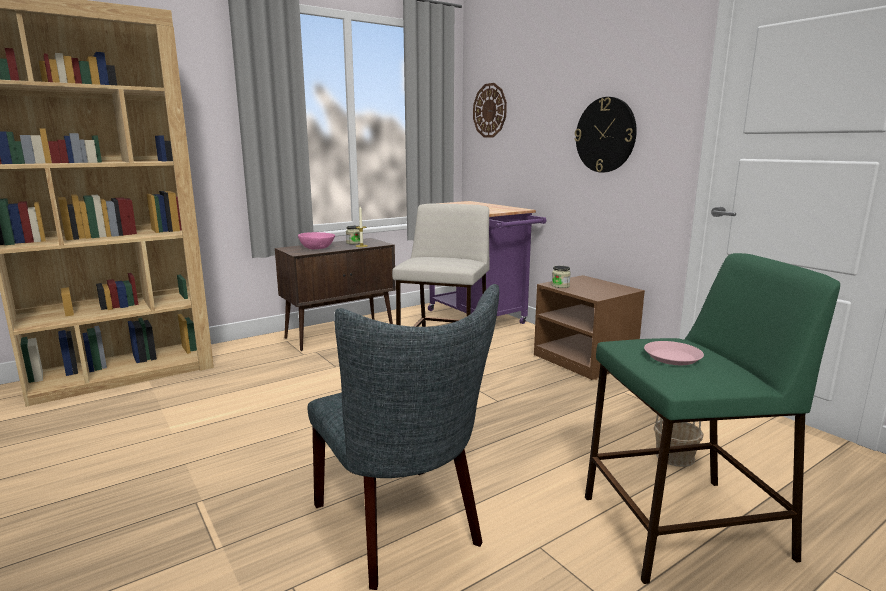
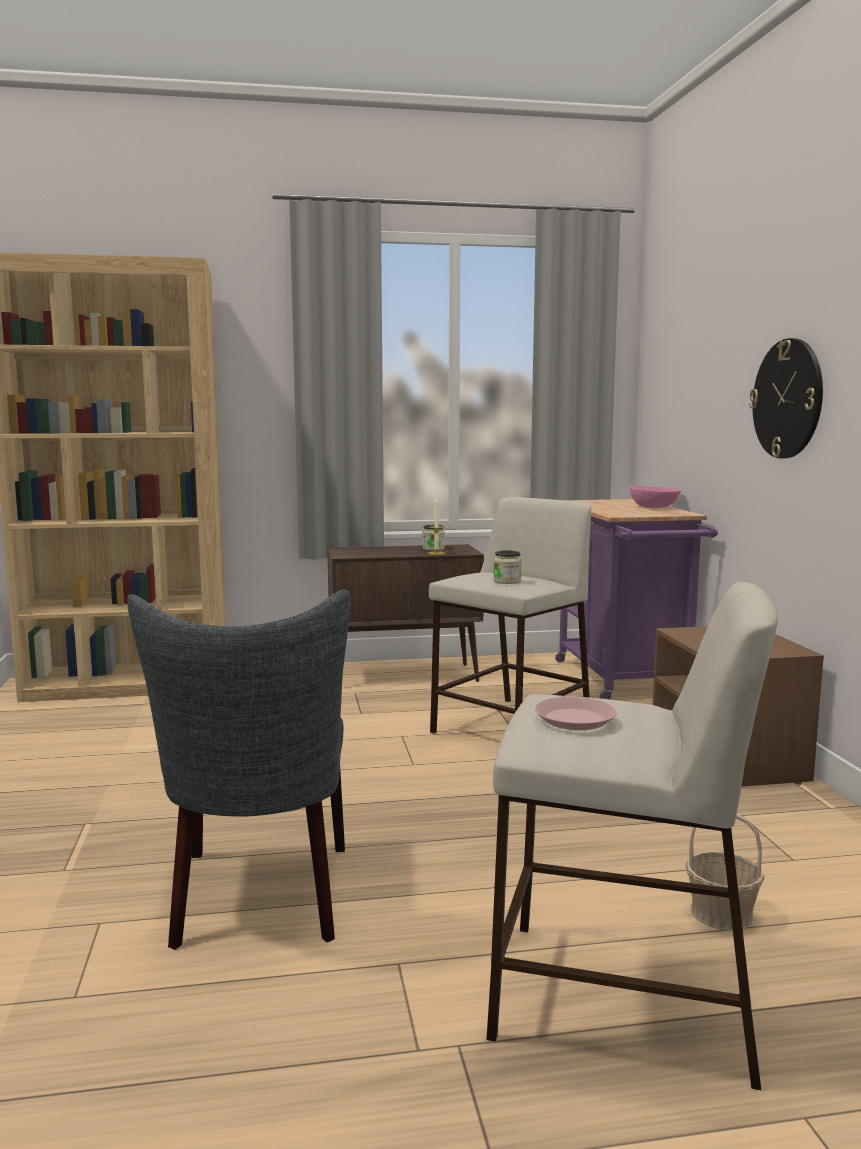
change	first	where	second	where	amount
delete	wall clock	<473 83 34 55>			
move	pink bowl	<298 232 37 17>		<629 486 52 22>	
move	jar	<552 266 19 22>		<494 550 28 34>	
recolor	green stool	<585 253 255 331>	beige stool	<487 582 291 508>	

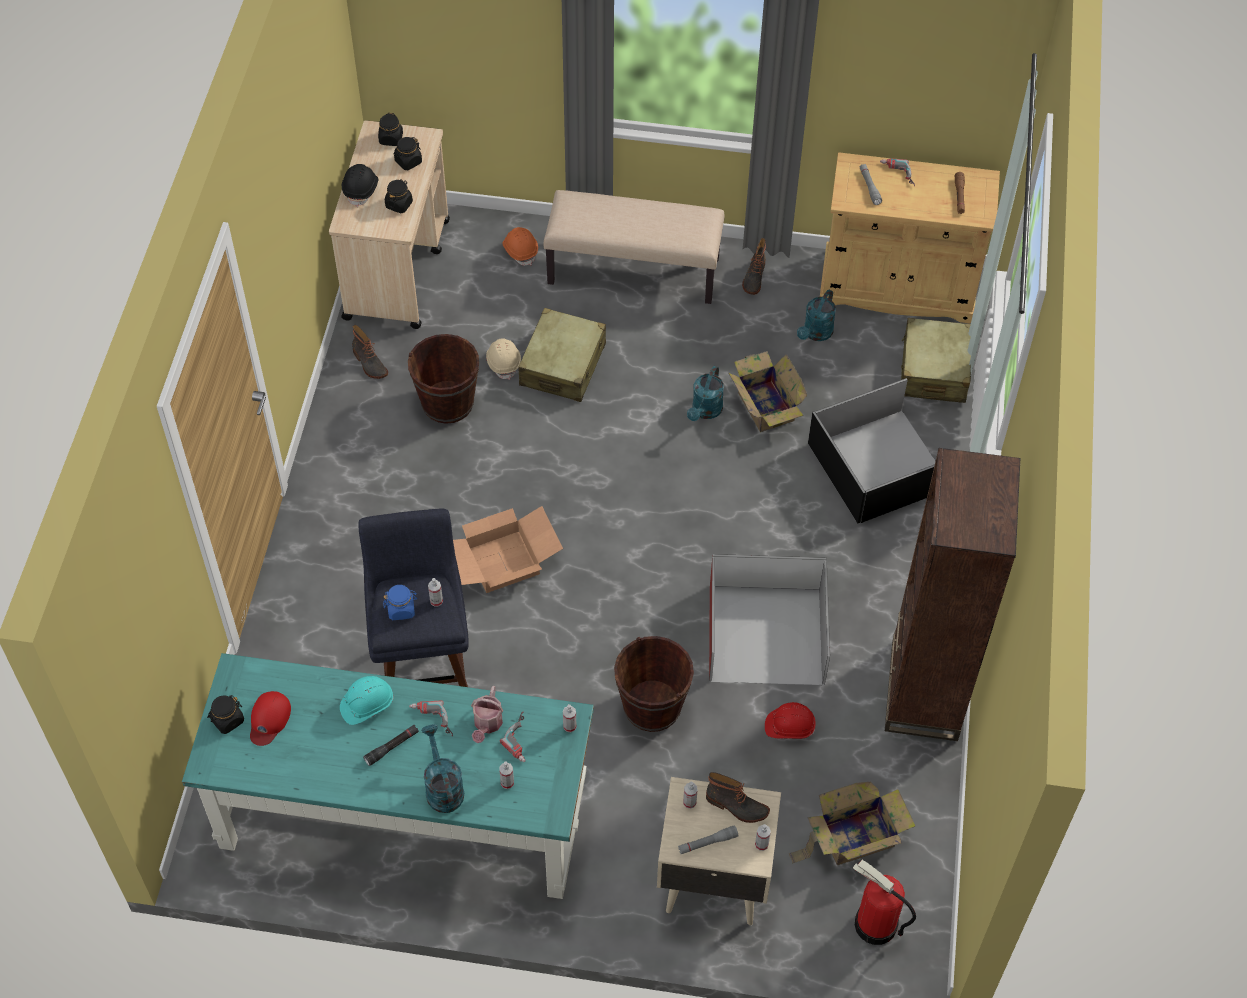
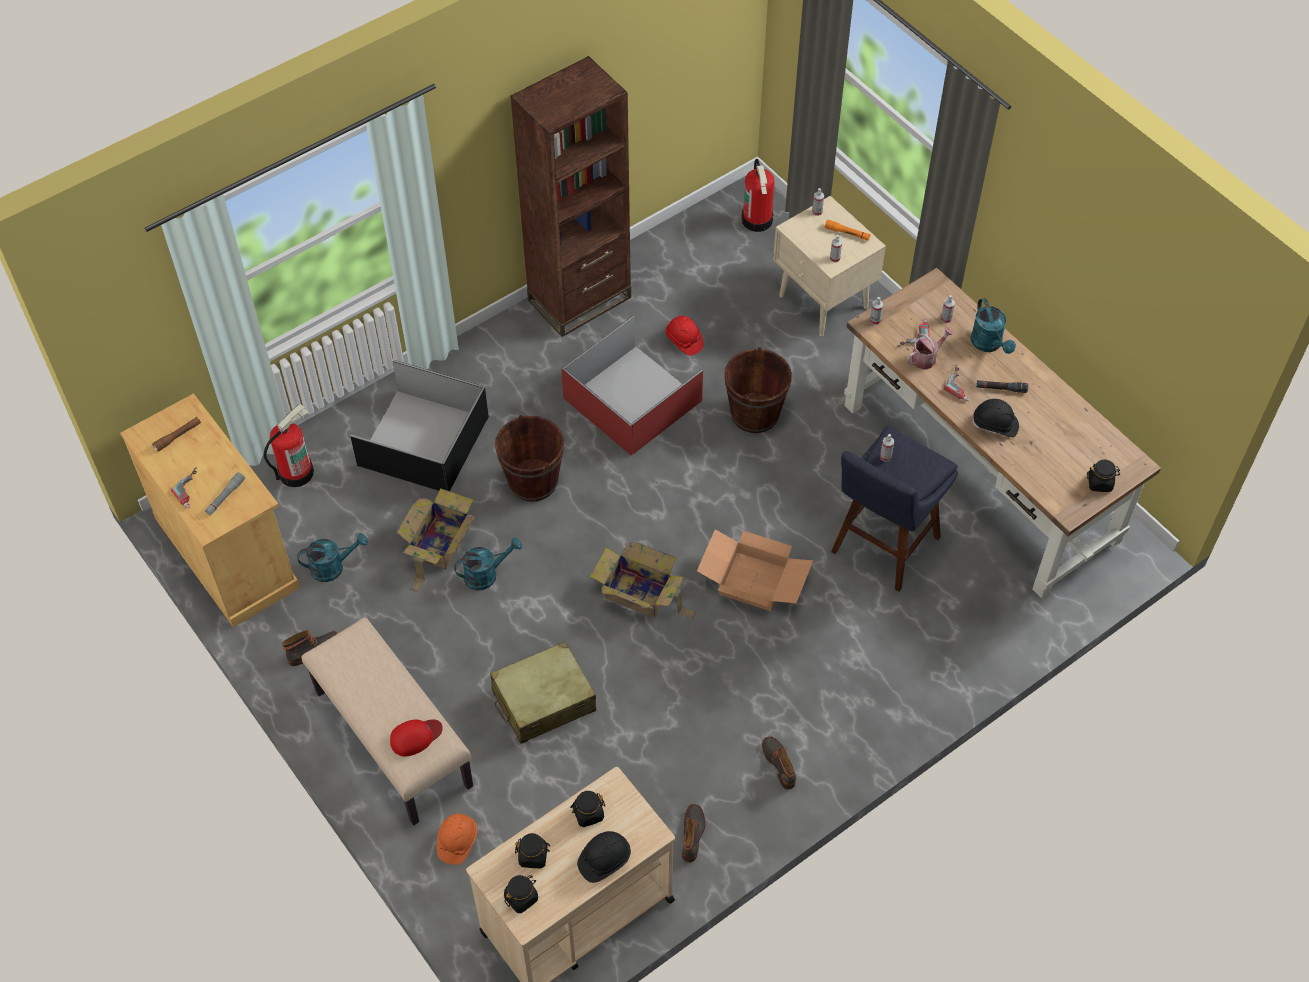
change	first	where	second	where	amount
delete	blue jar	<383 585 34 35>			
delete	beige hard hat	<486 338 35 42>			
move	red cap	<250 691 41 55>		<390 719 53 38>	
move	brown bucket	<408 334 71 90>		<495 415 69 86>	
move	boot	<706 772 64 51>		<762 736 34 53>	
move	cardboard box	<789 782 126 83>		<590 542 107 78>	
replace	beige suitcase	<901 318 70 85>	fire extinguisher	<264 404 50 83>	
recolor	turquoise desk	<182 653 412 246>	brown desk	<844 268 317 330>	
recolor	turquoise hard hat	<340 676 53 49>	black hard hat	<971 399 48 38>	
recolor	grey flashlight	<678 825 60 29>	orange flashlight	<825 219 46 22>	
rotate	turquoise watering can	<422 724 42 89>		<971 298 45 56>	45 degrees counterclockwise

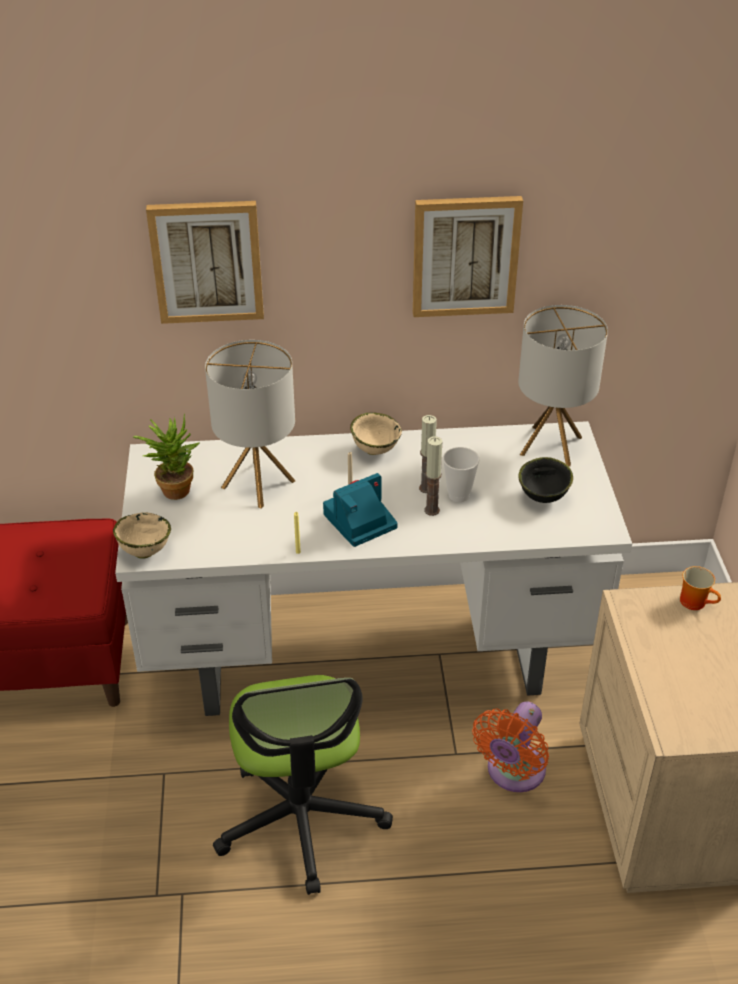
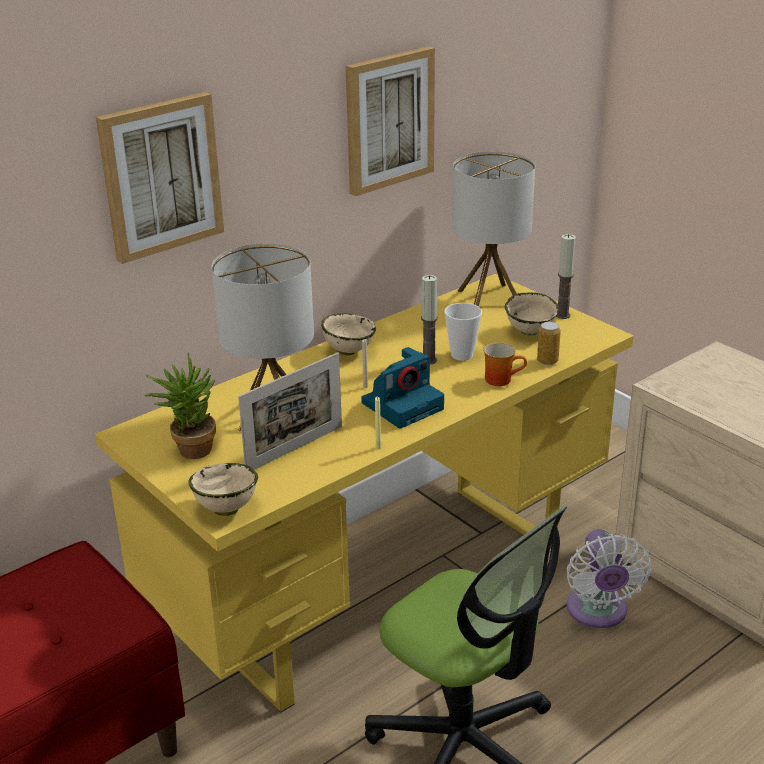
change	first	where	second	where	amount
insert			picture frame	<238 352 104 118>	
insert			can	<537 322 24 43>	
move	candle	<424 436 18 80>		<556 234 20 85>	
move	mug	<680 566 41 44>		<483 342 44 44>	
recolor	white desk	<115 421 517 295>	yellow desk	<95 274 539 438>	
recolor	orange fan	<472 702 77 90>	white fan	<567 529 84 99>	
recolor	black bowl	<519 457 54 46>	beige bowl	<505 293 54 42>	
rotate	photo camera	<323 473 75 74>		<361 347 83 82>	150 degrees counterclockwise

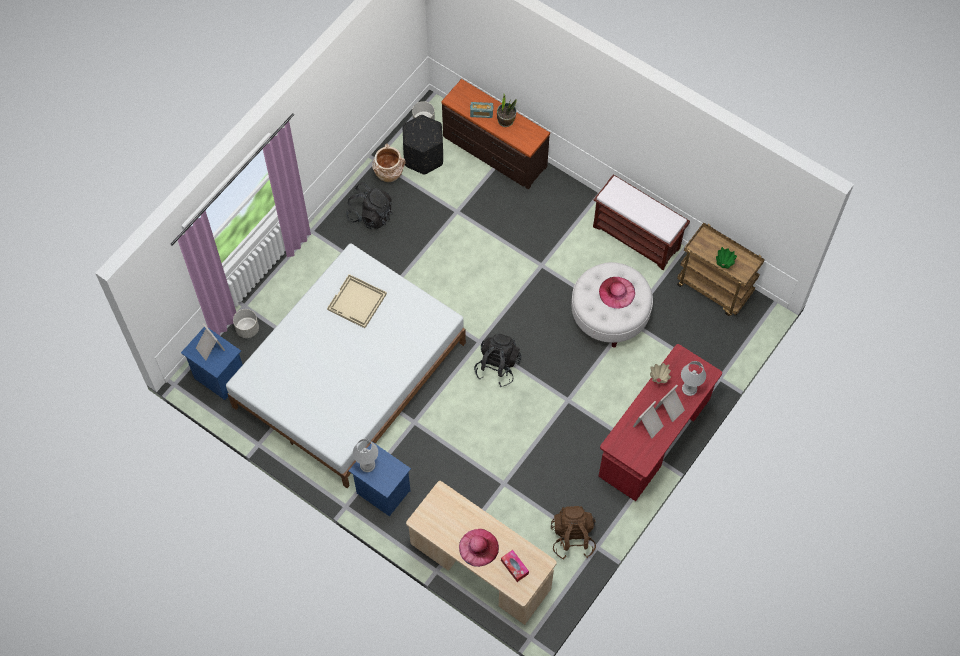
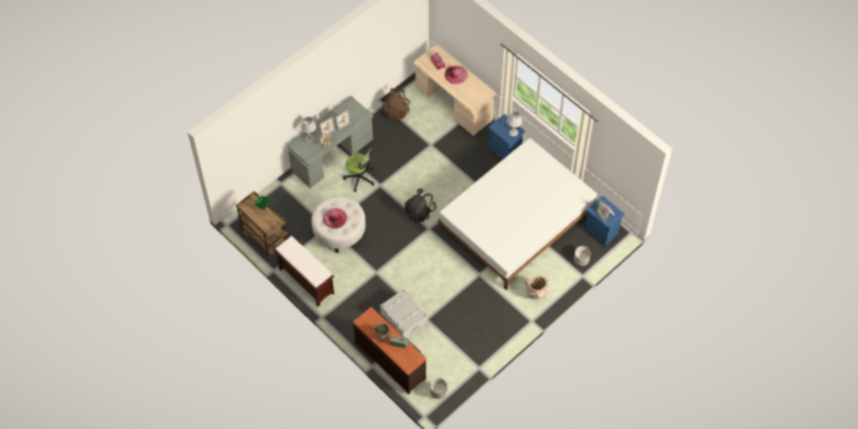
change	first	where	second	where	amount
delete	beige tray	<327 274 60 54>			
delete	black backpack	<346 182 47 47>			
delete	black ottoman	<402 115 41 60>			
insert			office chair	<343 148 32 44>	
insert			grey storage box	<380 289 47 49>	
move	beige vase	<372 144 34 38>		<525 275 24 24>	
recolor	red desk	<599 344 123 157>	grey desk	<287 96 86 92>	

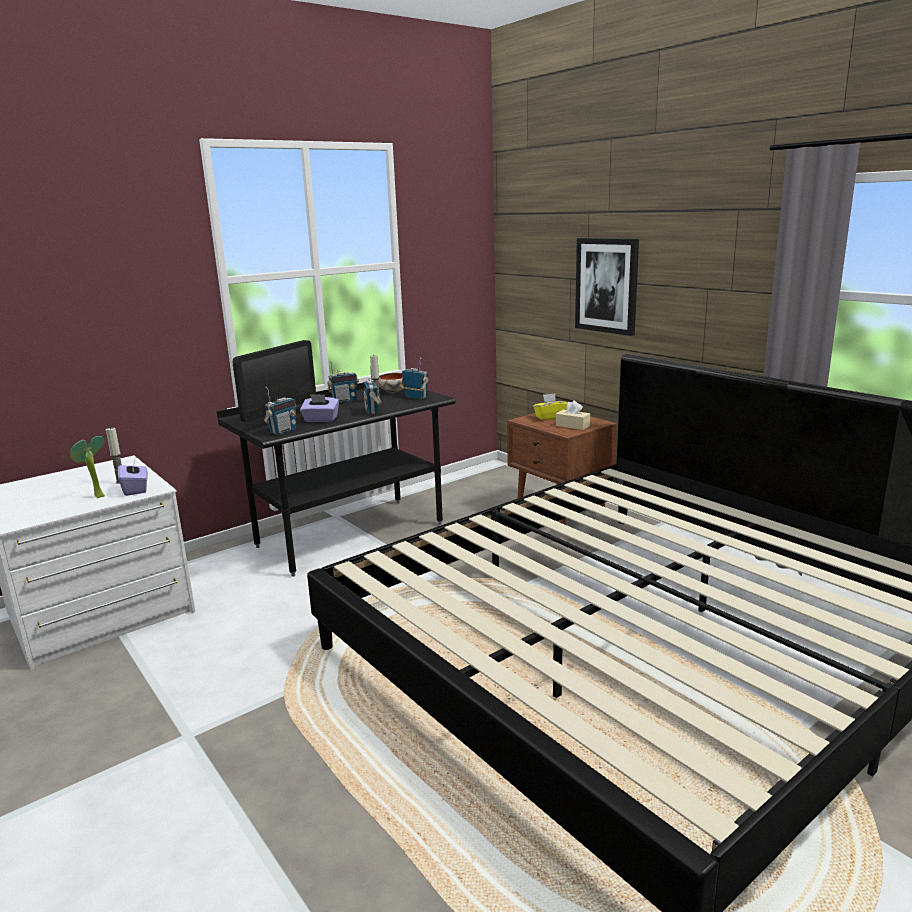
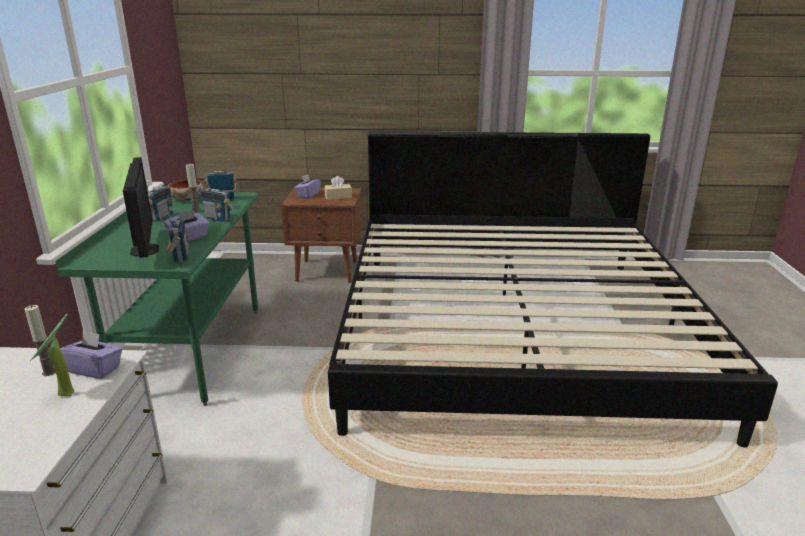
change	first	where	second	where	amount
delete	picture	<575 238 64 98>			
recolor	black desk	<217 383 239 193>	green desk	<55 185 204 221>	
recolor	yellow tissue box	<533 393 35 27>	purple tissue box	<294 174 27 24>	

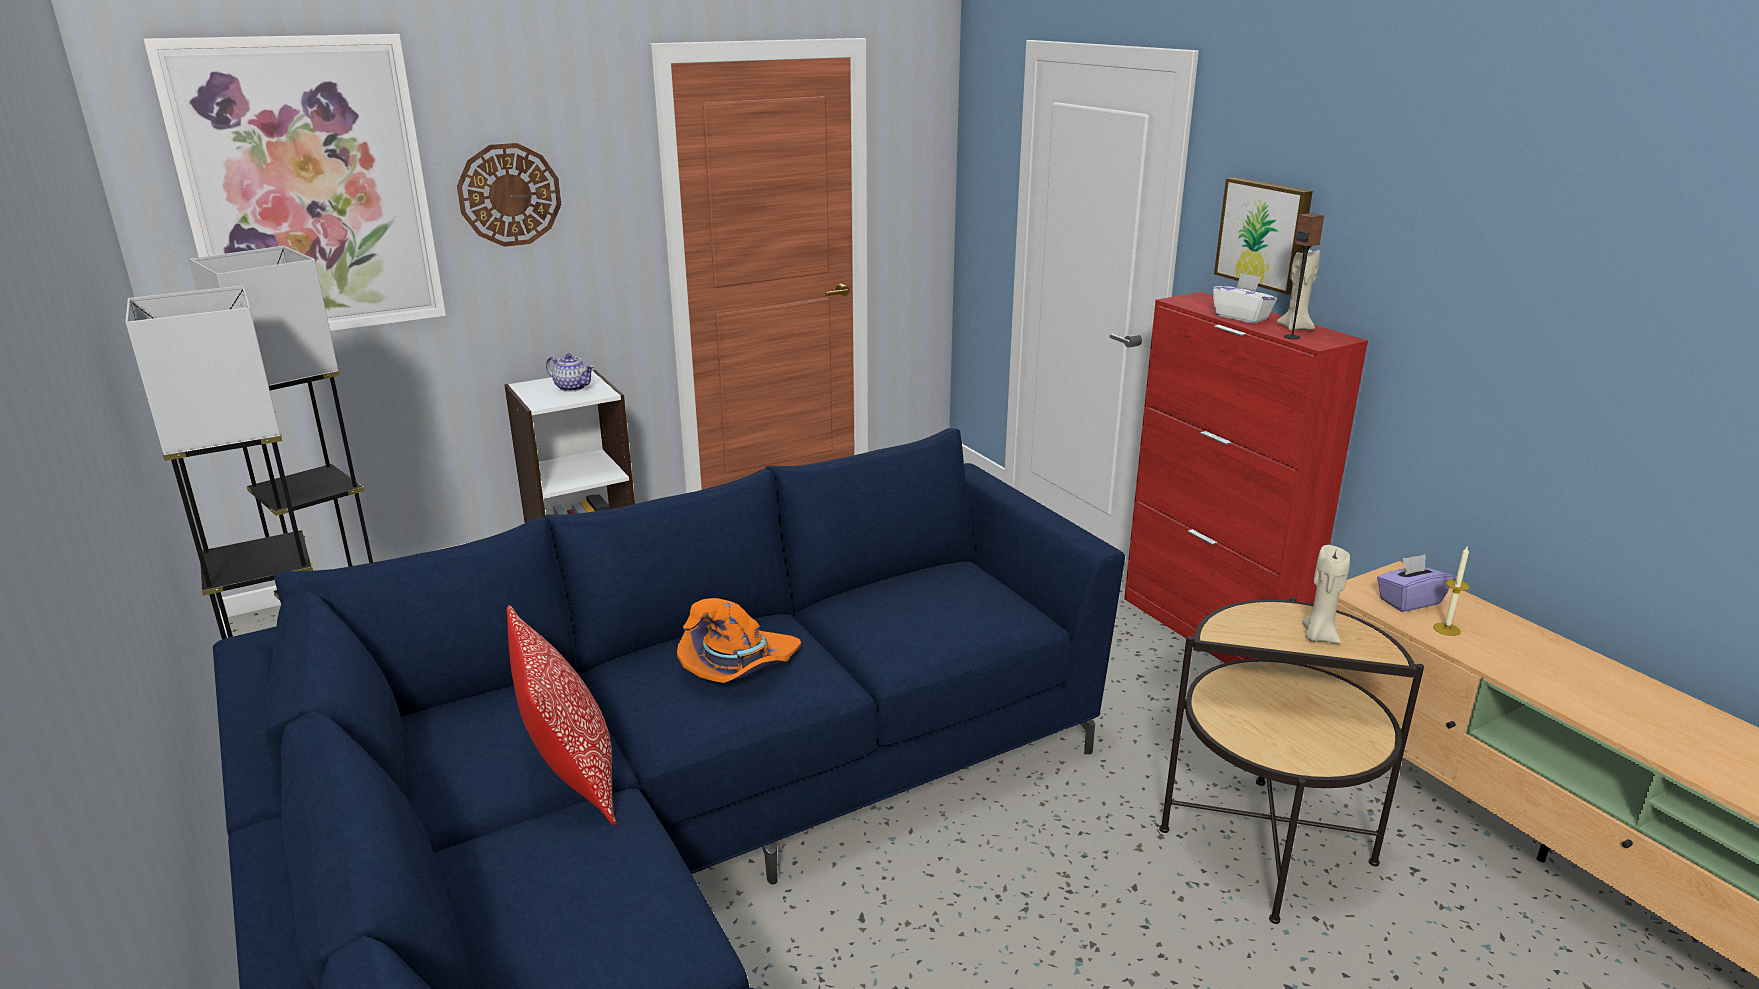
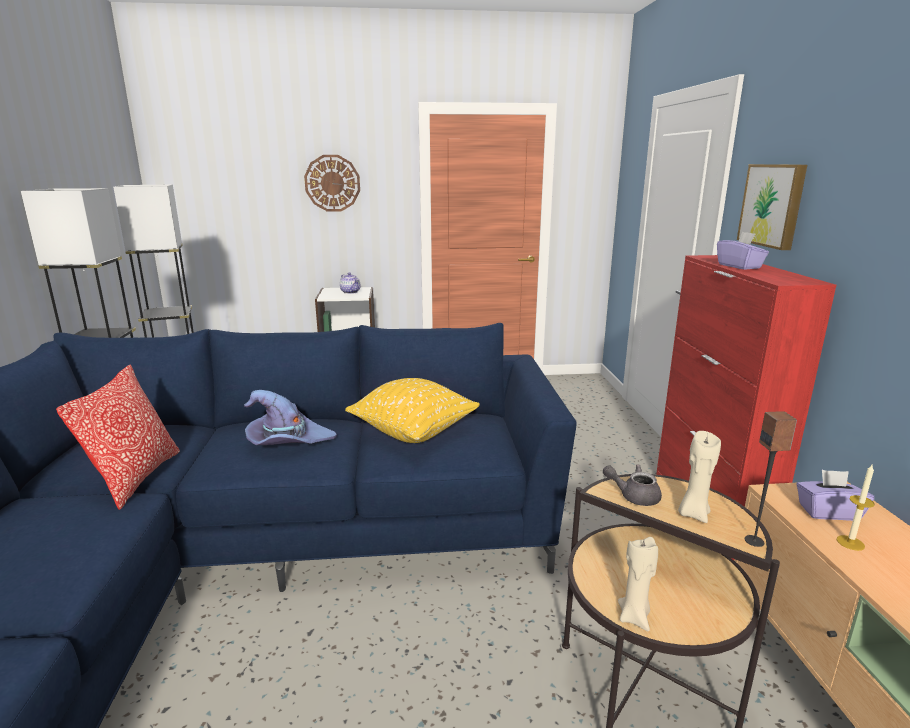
change	first	where	second	where	amount
delete	picture	<143 34 303 297>			
insert			yellow pillow	<345 378 135 65>	
insert			grey teapot	<603 464 59 42>	
move	beige candle	<1277 250 43 81>		<618 537 40 94>	
move	speaker	<1284 213 40 127>		<745 411 52 136>	
recolor	orange hat	<677 598 124 85>	purple hat	<244 390 93 55>	
recolor	white tissue box	<1213 273 64 51>	purple tissue box	<717 232 52 38>	

